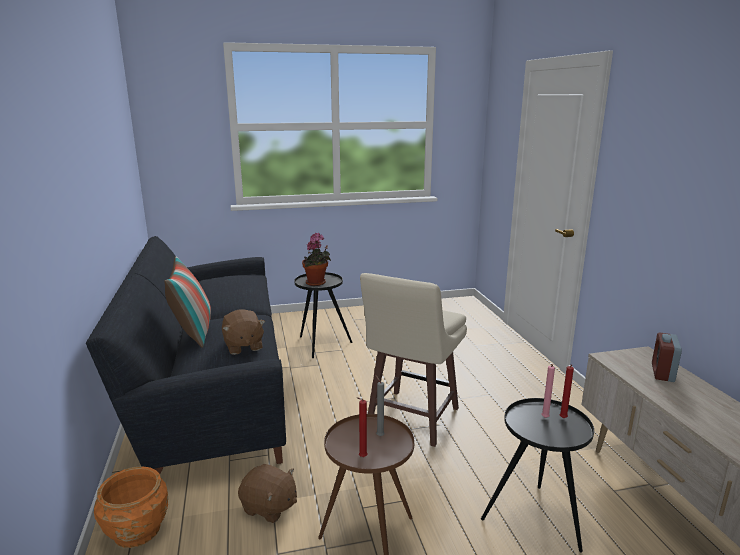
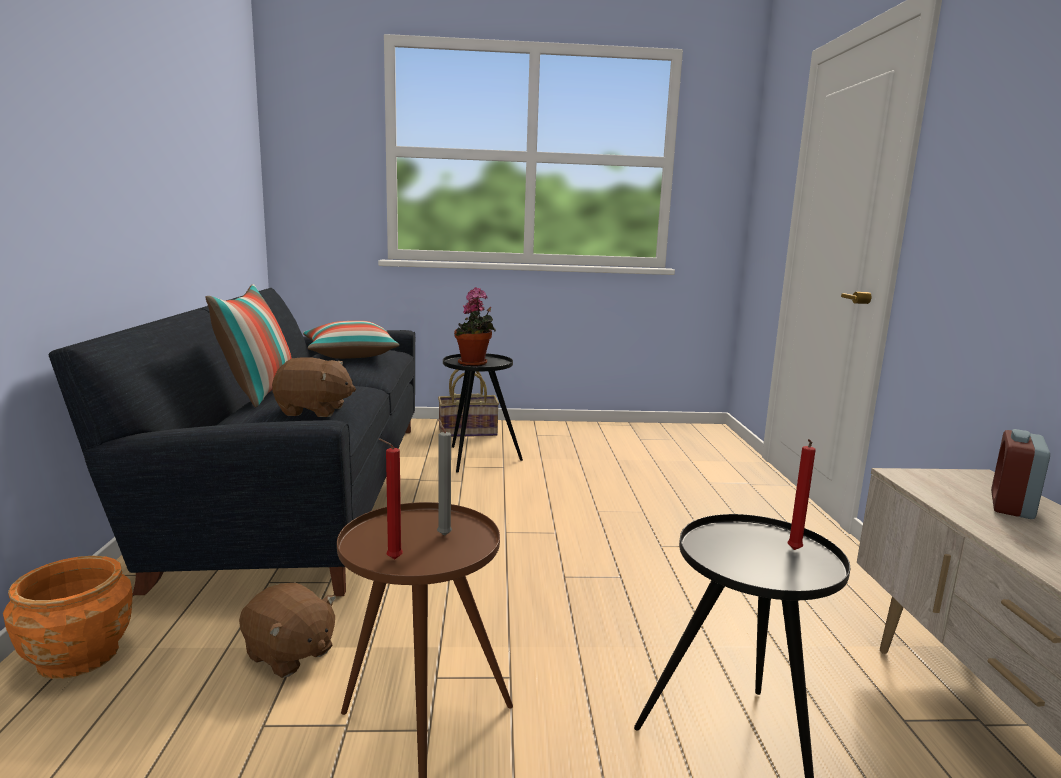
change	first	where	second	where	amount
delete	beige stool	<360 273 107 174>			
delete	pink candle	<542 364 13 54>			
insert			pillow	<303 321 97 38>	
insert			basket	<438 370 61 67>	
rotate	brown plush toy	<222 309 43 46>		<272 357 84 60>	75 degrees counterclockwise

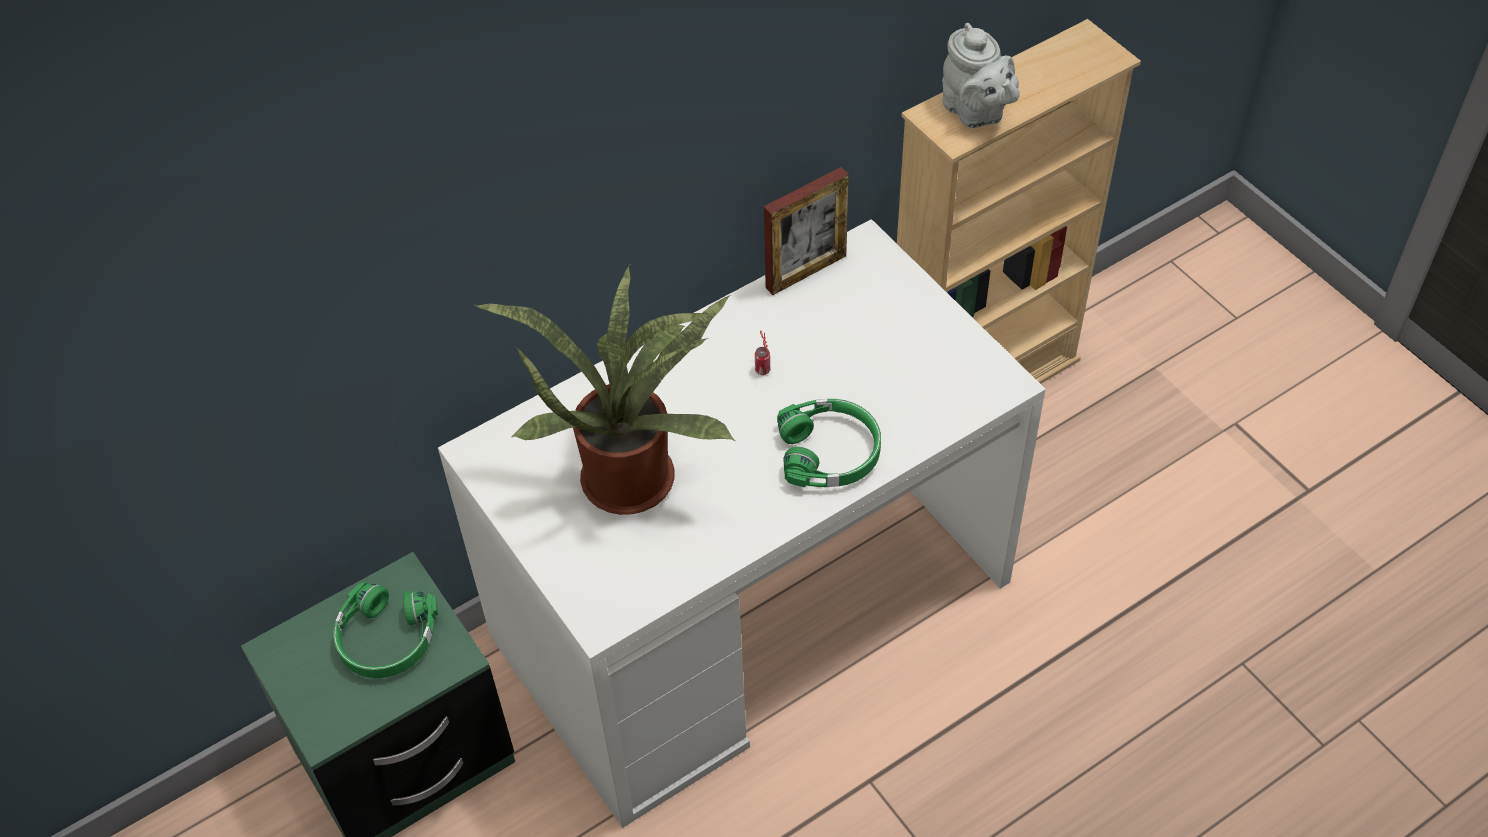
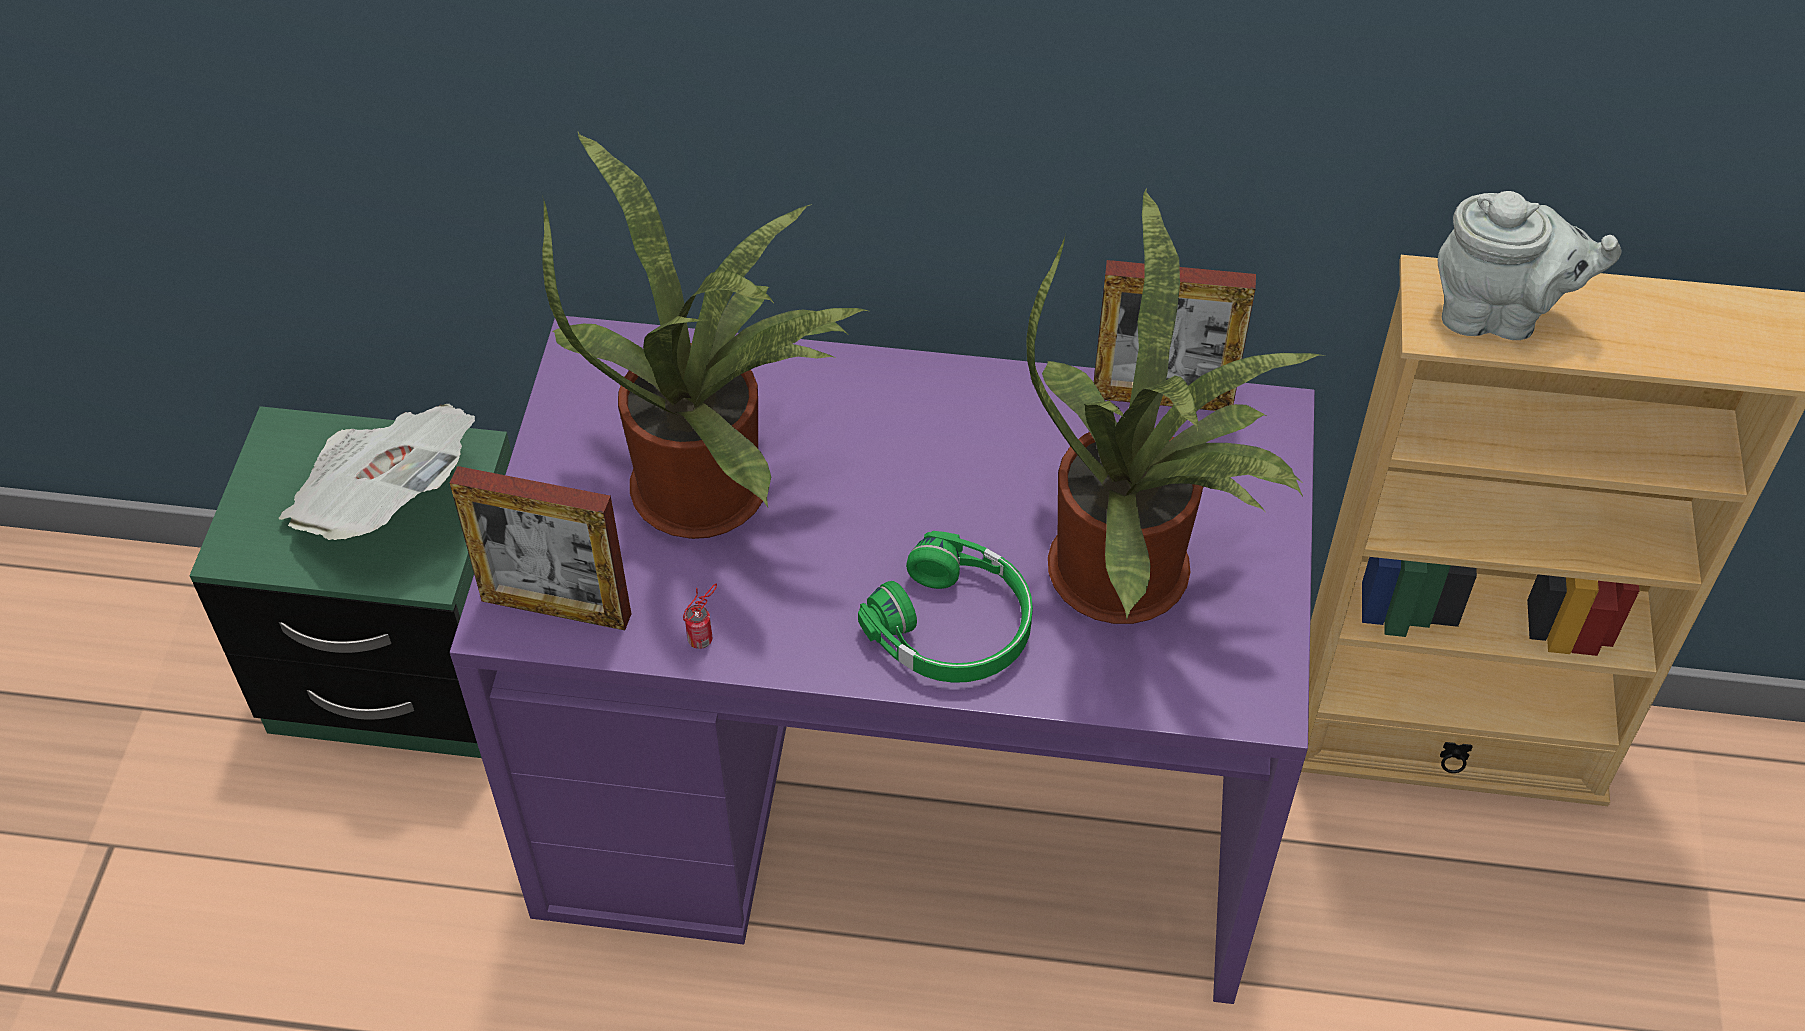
change	first	where	second	where	amount
insert			picture frame	<450 466 181 164>	
insert			potted plant	<1026 188 299 436>	
move	can	<755 331 15 44>		<683 584 34 65>	
replace	green headphones	<333 582 105 96>	newspaper	<278 403 197 137>	
recolor	white desk	<438 219 608 609>	purple desk	<450 316 865 688>	
rotate	grey teapot	<942 23 78 105>		<1438 191 183 149>	90 degrees counterclockwise

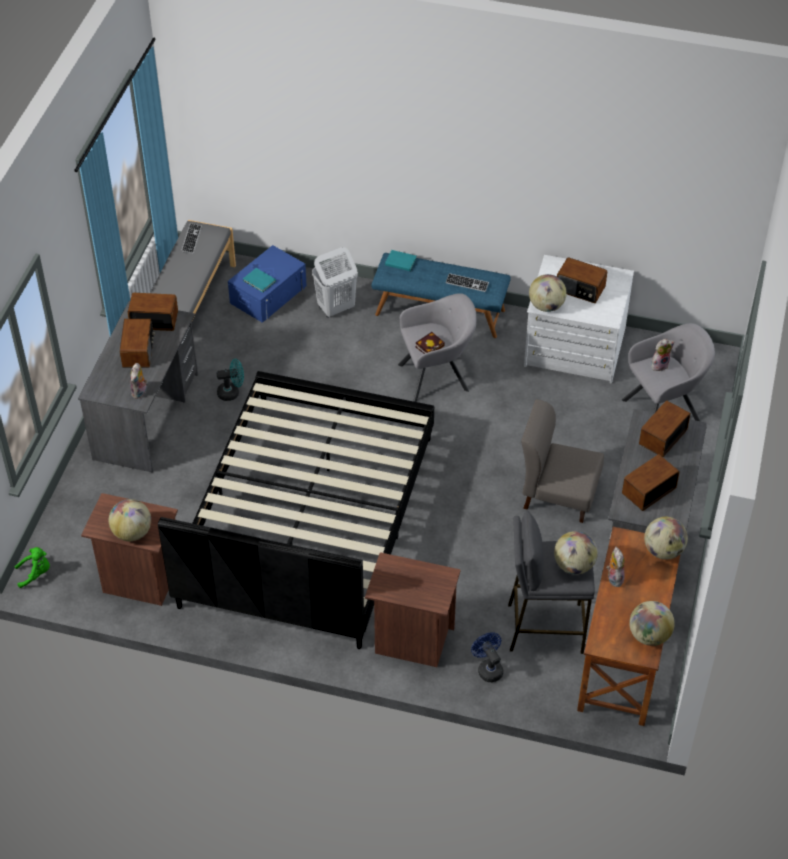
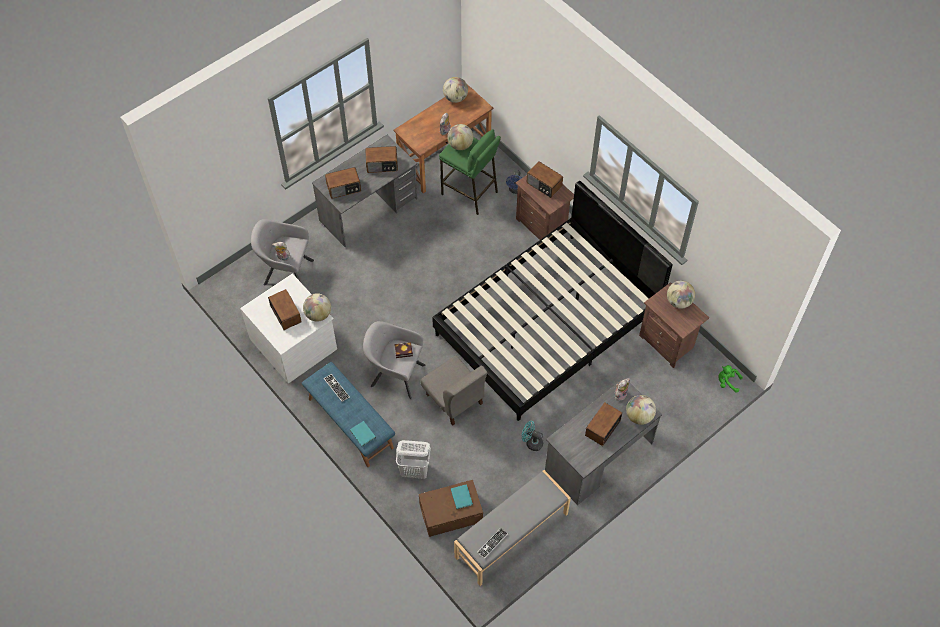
change	first	where	second	where	amount
move	radio	<127 293 51 38>		<527 161 36 37>	
move	grey chair	<521 399 83 124>		<421 356 66 69>	
move	globe	<644 517 44 43>		<626 395 30 30>	
recolor	blue storage box	<228 245 79 78>	brown storage box	<419 480 64 57>	
recolor	grey stool	<508 510 87 144>	green stool	<439 129 62 86>	

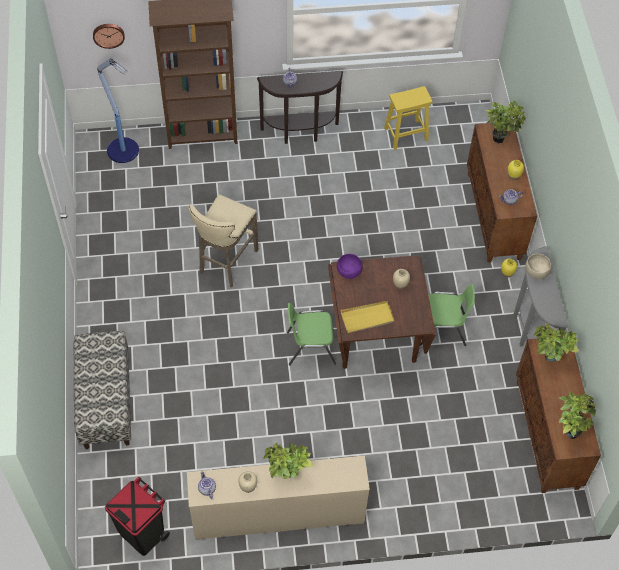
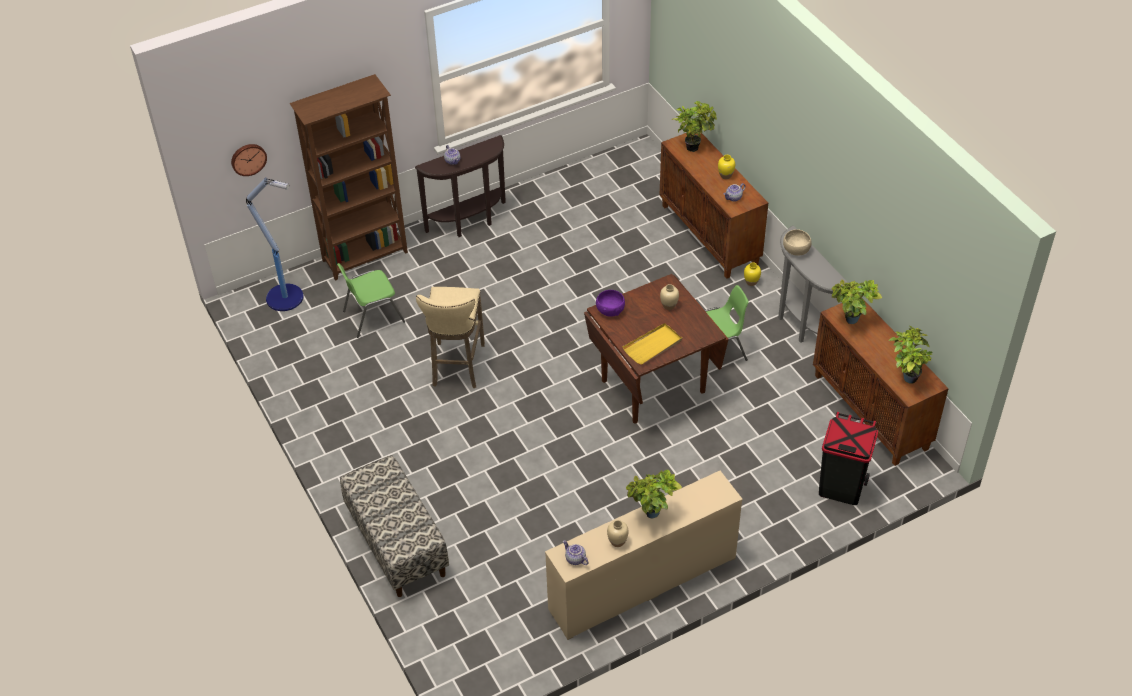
change	first	where	second	where	amount
delete	yellow stool	<384 86 48 64>			
move	black trash can	<105 477 65 79>		<819 412 59 93>	
move	green chair	<287 303 49 62>		<337 263 68 75>	

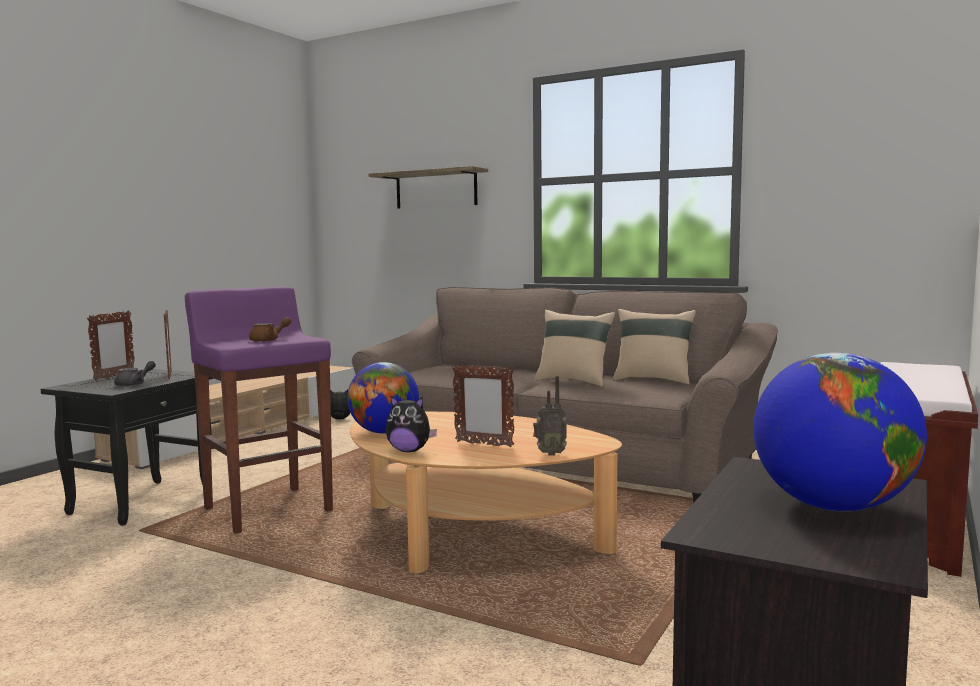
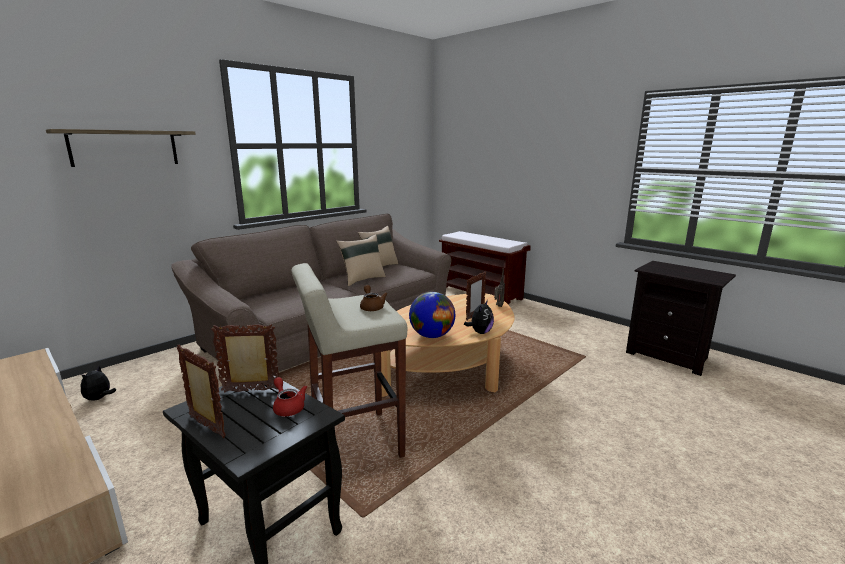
change	first	where	second	where	amount
delete	globe	<753 353 174 159>			
recolor	grey teapot	<114 361 42 26>	red teapot	<273 377 34 39>	
recolor	purple stool	<185 287 148 247>	beige stool	<291 263 116 195>	

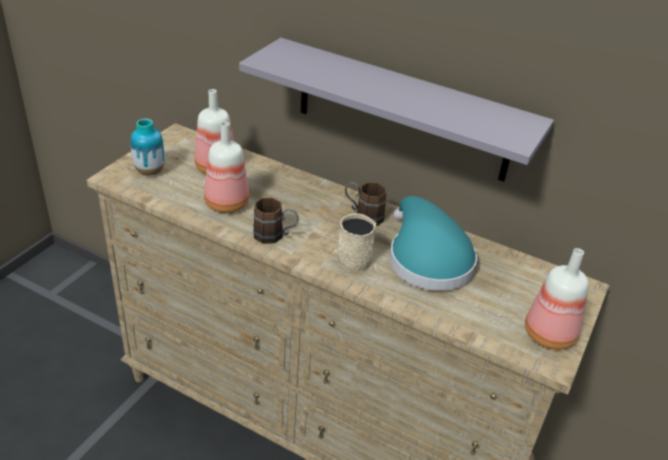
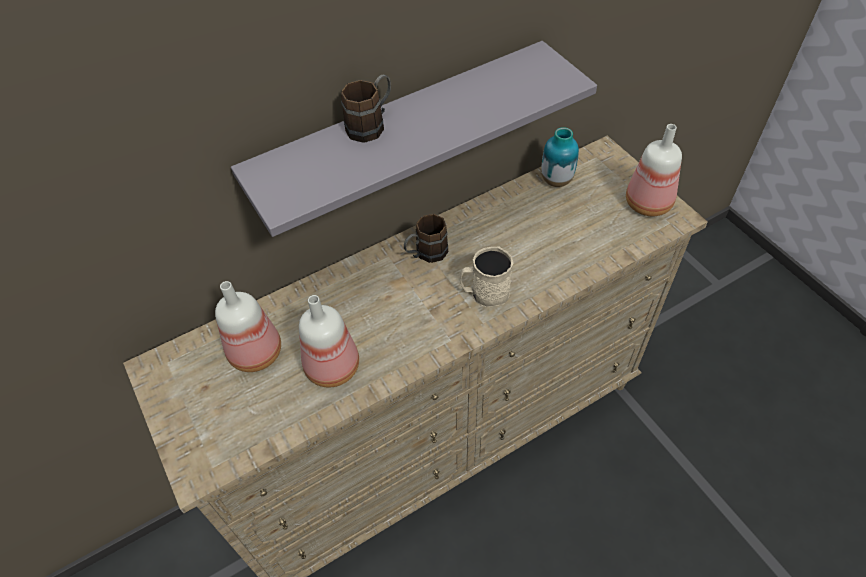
change	first	where	second	where	amount
delete	turquoise hat	<389 196 88 95>			
move	vase	<131 118 34 58>		<541 127 38 60>	
move	brown mug	<253 198 45 46>		<341 74 50 69>	

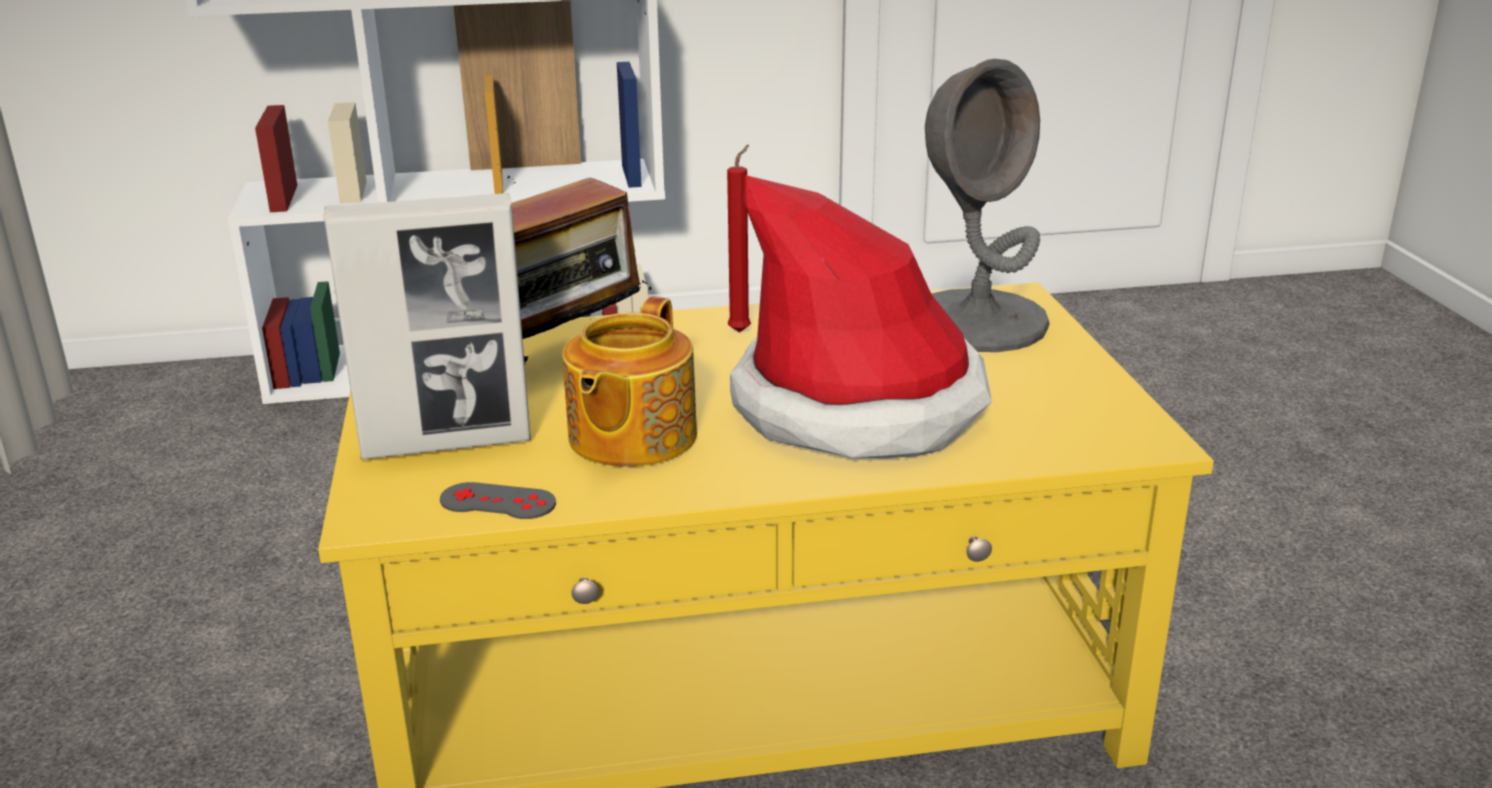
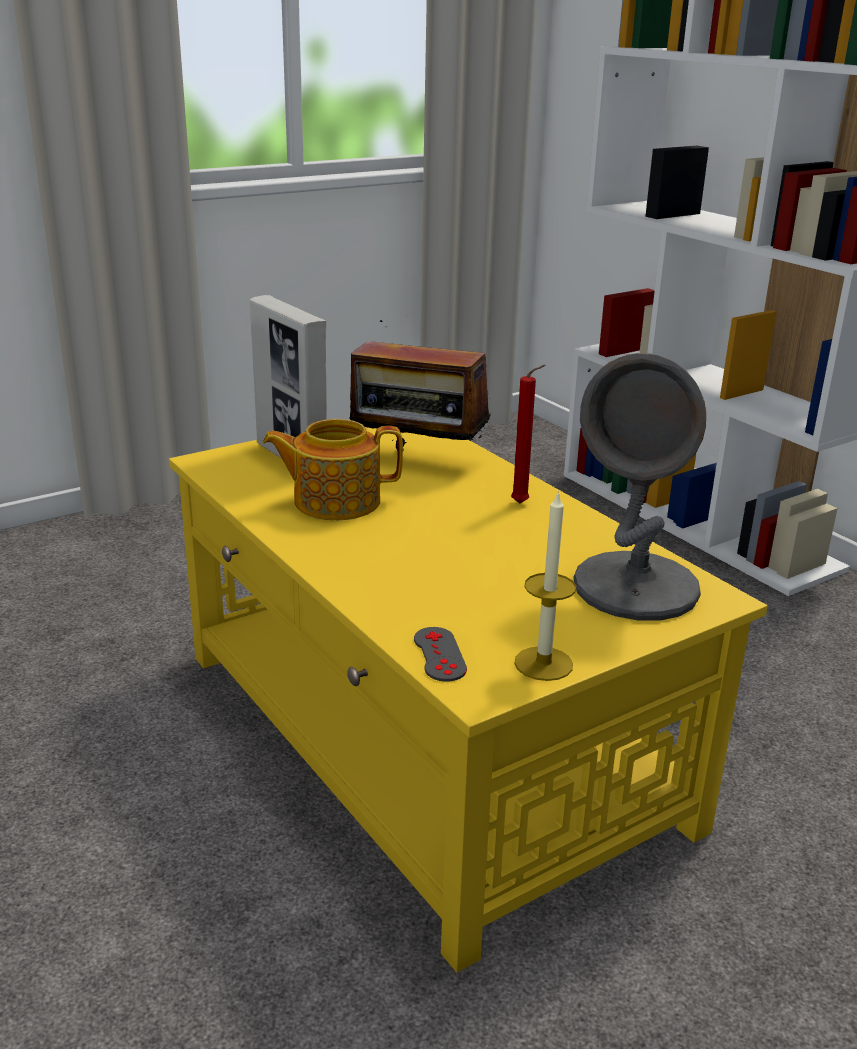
change	first	where	second	where	amount
delete	hat	<730 175 262 283>			
insert			candle	<514 490 62 191>	
move	grey game controller	<440 482 116 37>		<414 627 53 55>	

